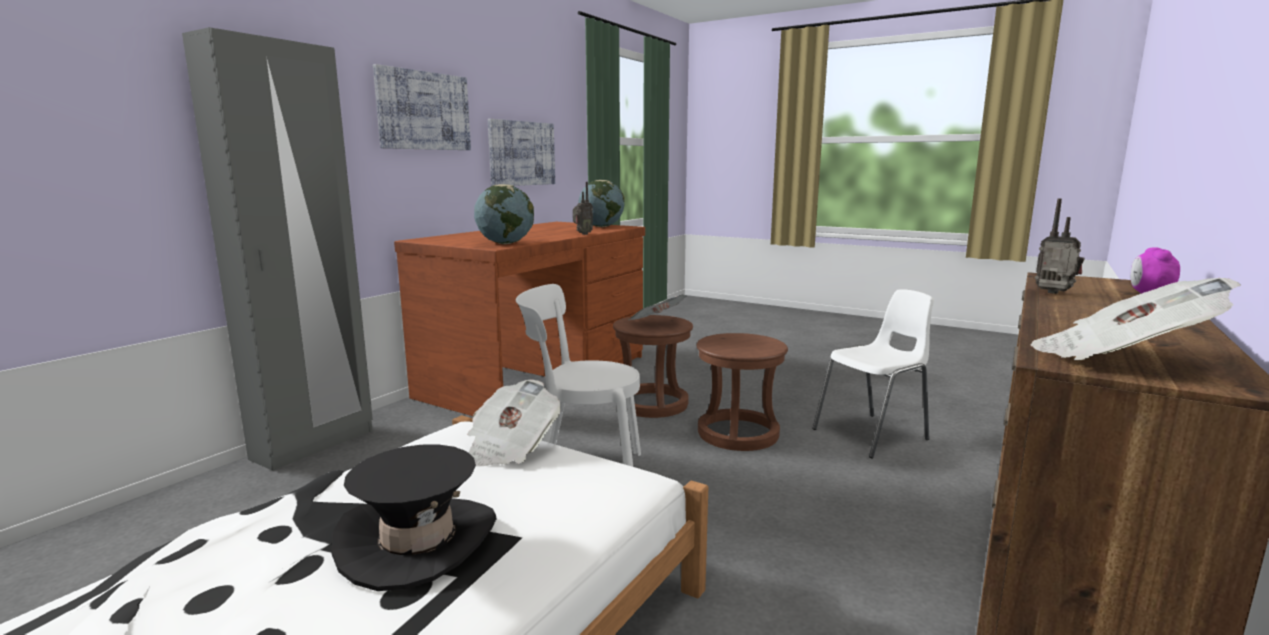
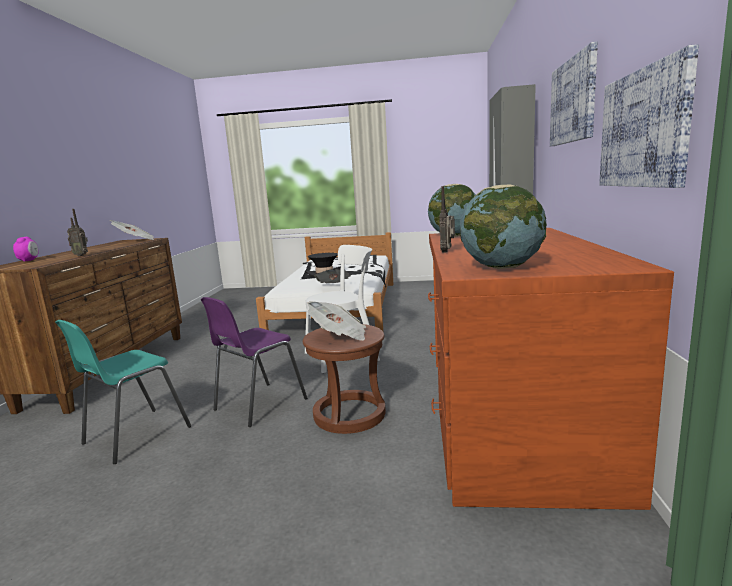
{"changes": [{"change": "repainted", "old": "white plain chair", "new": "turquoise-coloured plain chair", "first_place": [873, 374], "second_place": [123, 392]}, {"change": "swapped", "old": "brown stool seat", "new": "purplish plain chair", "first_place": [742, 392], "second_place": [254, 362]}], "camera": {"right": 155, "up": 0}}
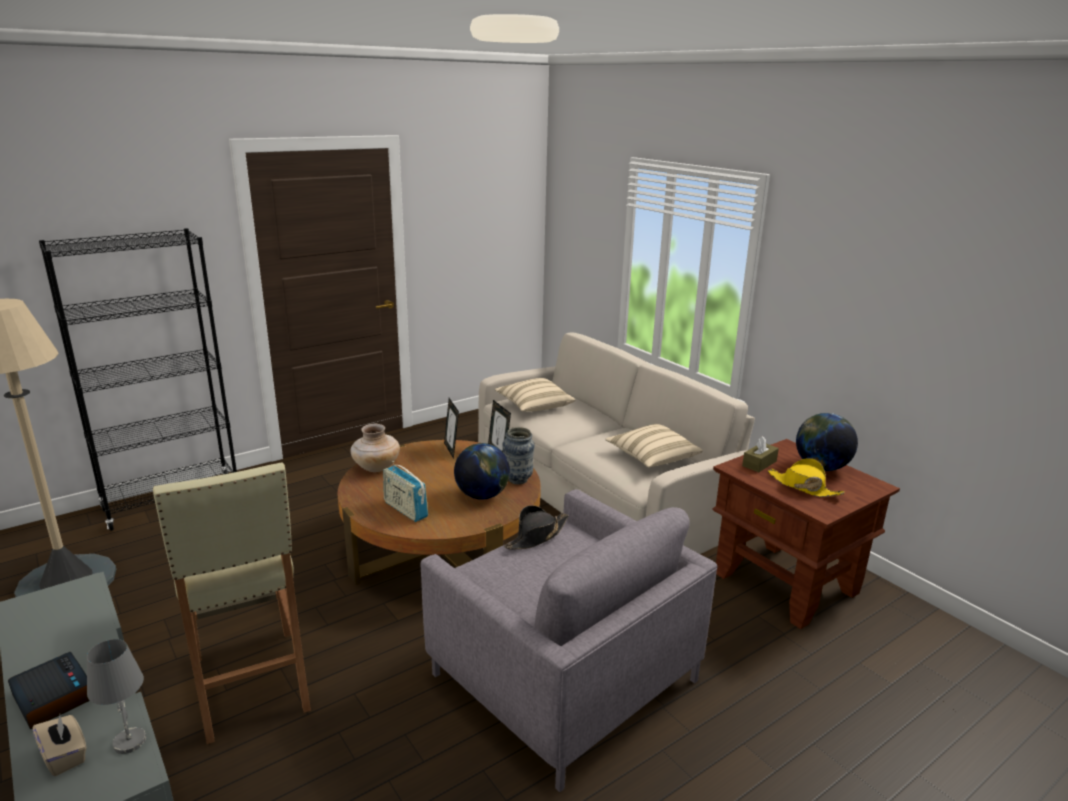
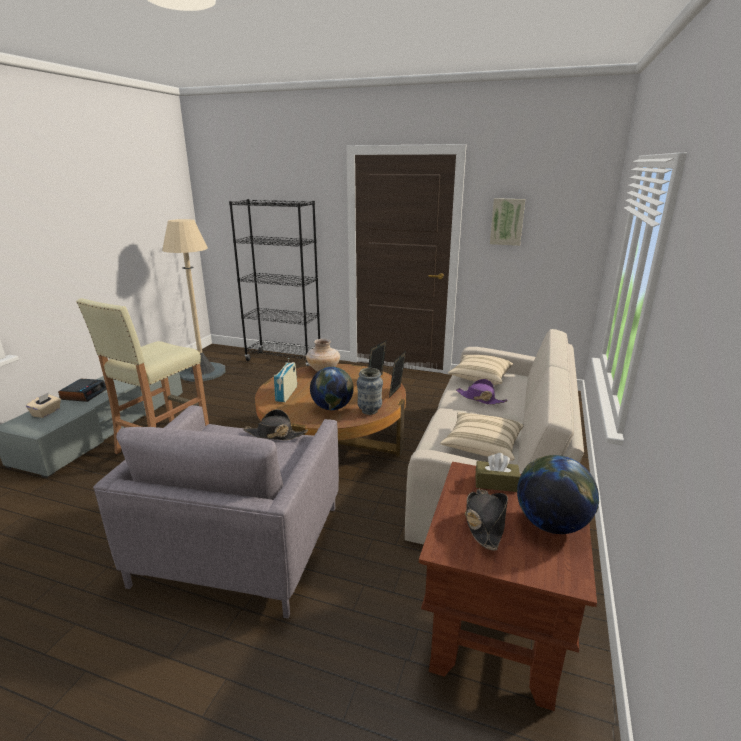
{"changes": [{"change": "repainted", "old": "yellowish wearable hat", "new": "blackish wearable hat", "first_place": [806, 477], "second_place": [486, 519]}, {"change": "gone", "old": "grey table lamp", "first_place": [116, 696]}, {"change": "new", "new": "wall art", "second_place": [507, 222]}, {"change": "new", "new": "purplish wearable hat", "second_place": [482, 392]}], "camera": {"right": 55, "up": 0}}
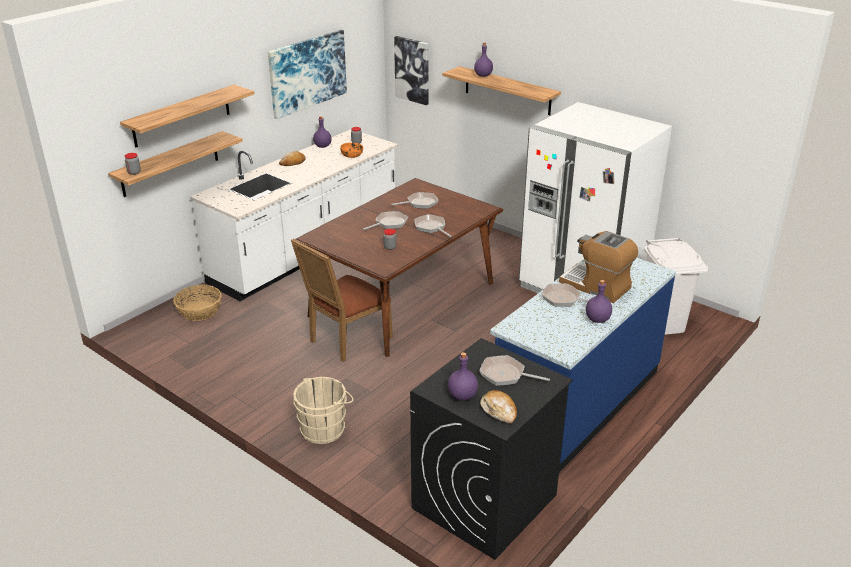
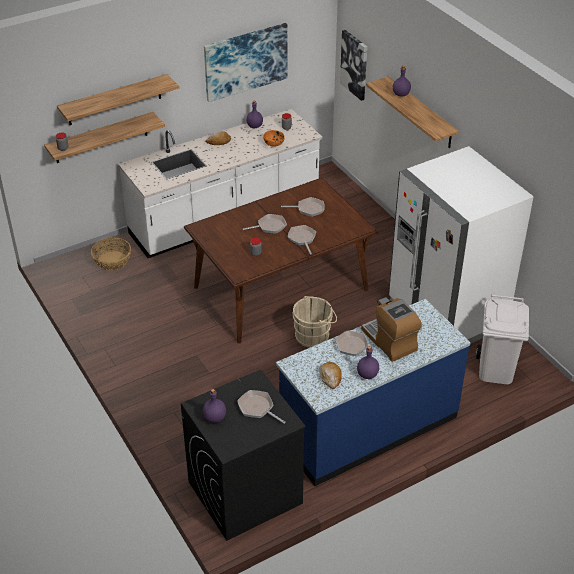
{"changes": [{"change": "gone", "old": "brown plain chair", "first_place": [342, 300]}, {"change": "shifted", "old": "beige bucket", "first_place": [323, 410], "second_place": [315, 322]}, {"change": "shifted", "old": "bread", "first_place": [498, 406], "second_place": [330, 375]}], "camera": {"right": 20, "up": 10}}
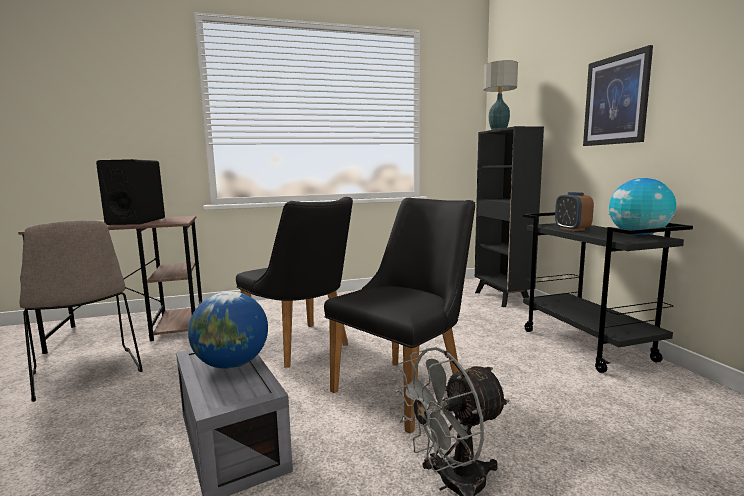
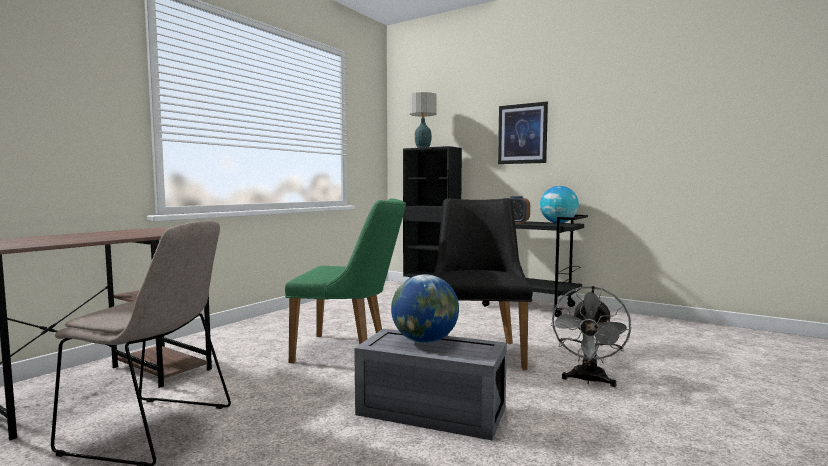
{"changes": [{"change": "gone", "old": "blackish loudspeaker", "first_place": [130, 192]}, {"change": "repainted", "old": "blackish plain chair", "new": "greenish plain chair", "first_place": [294, 282], "second_place": [345, 280]}], "camera": {"right": -40, "up": -5}}
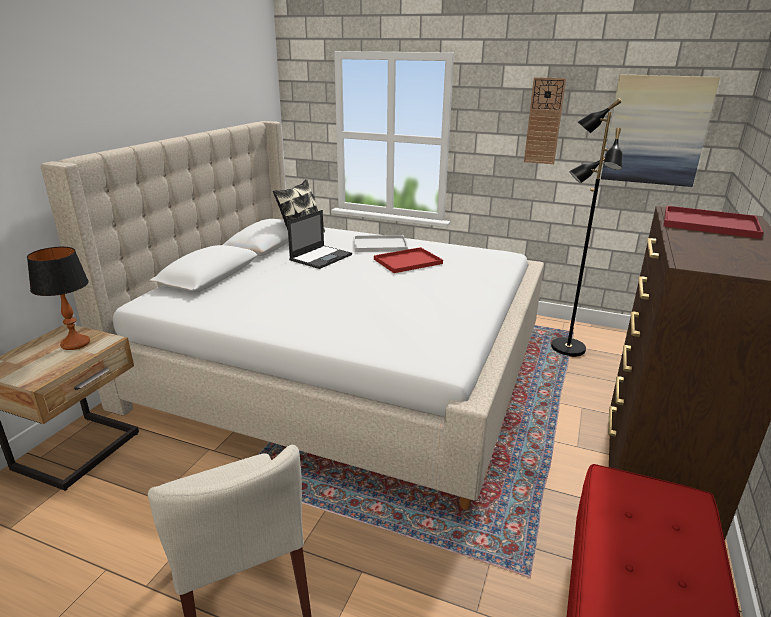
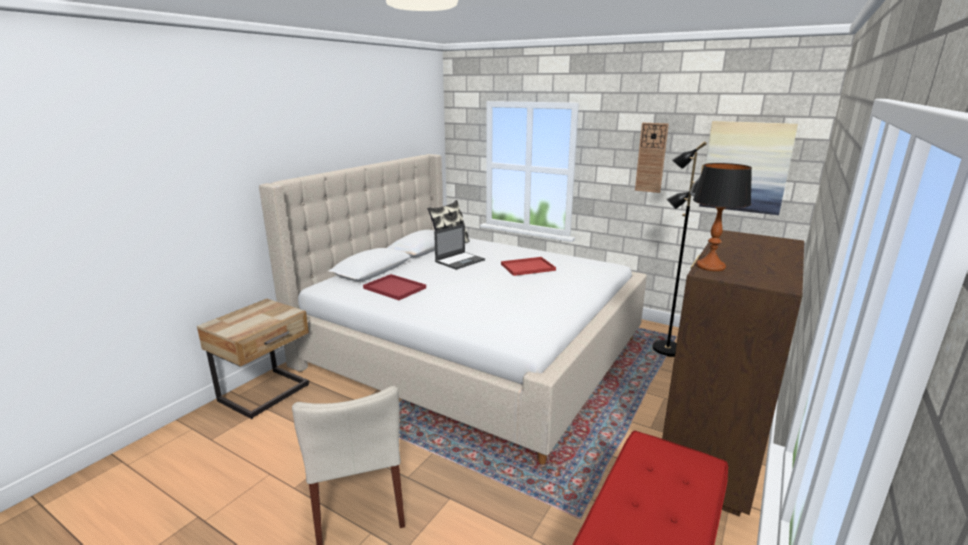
{"changes": [{"change": "shifted", "old": "reddish serving tray", "first_place": [713, 222], "second_place": [394, 287]}, {"change": "gone", "old": "white serving tray", "first_place": [381, 243]}, {"change": "shifted", "old": "table lamp", "first_place": [58, 298], "second_place": [722, 217]}], "camera": {"right": 10, "up": -5}}
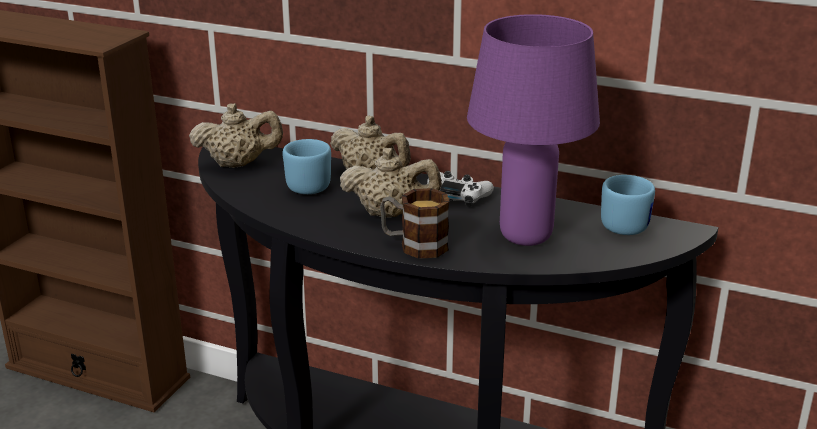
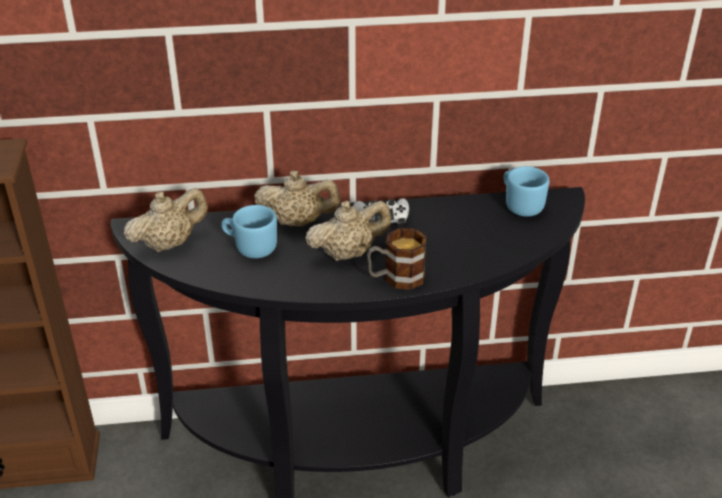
{"changes": [{"change": "gone", "old": "purplish table lamp", "first_place": [533, 130]}], "camera": {"right": -30, "up": 10}}
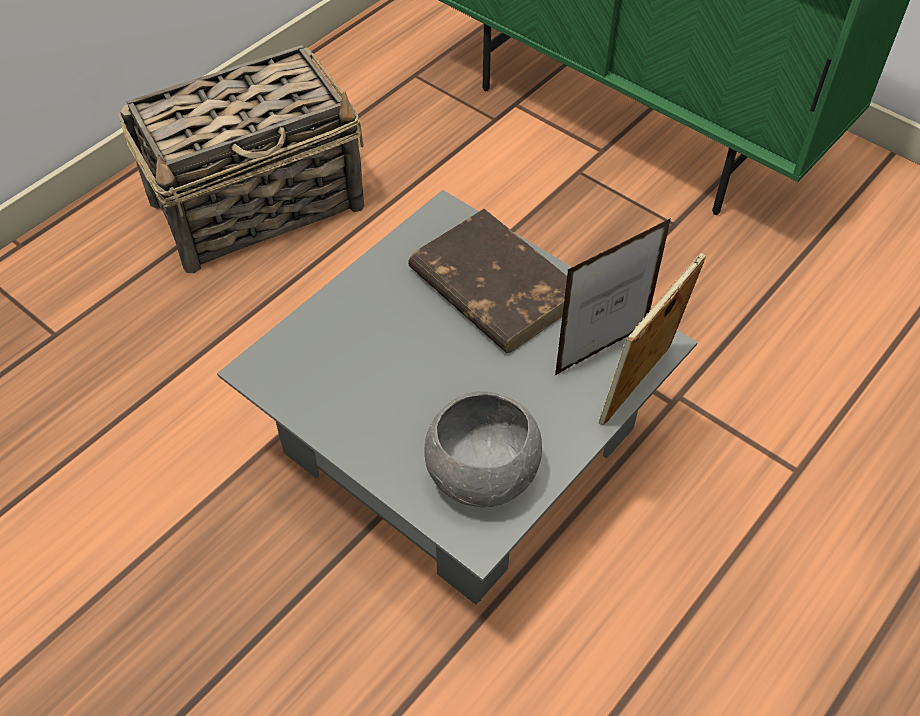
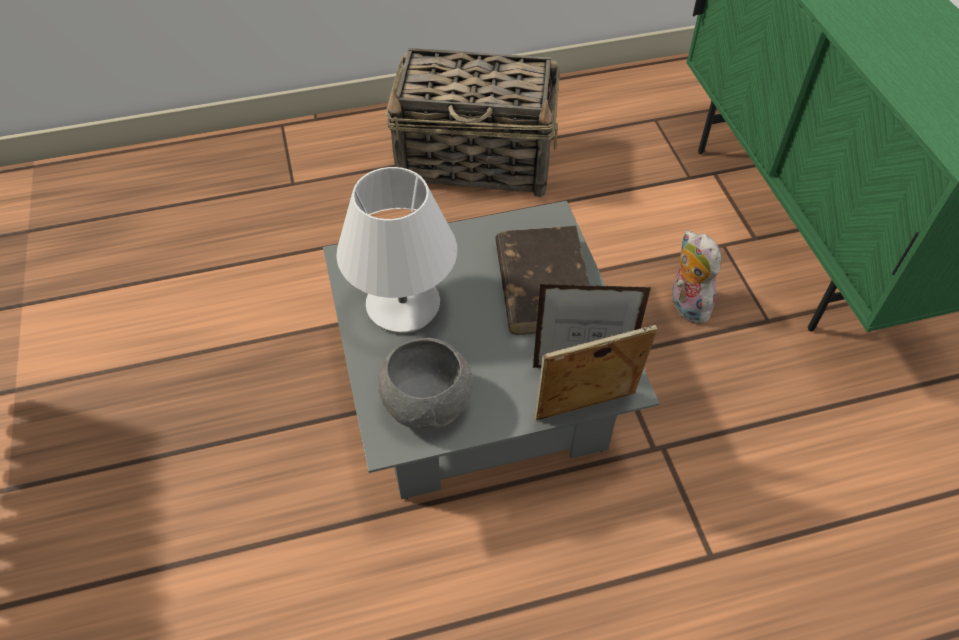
{"changes": [{"change": "new", "new": "white table lamp", "second_place": [396, 250]}, {"change": "new", "new": "soft toy", "second_place": [696, 277]}], "camera": {"right": 35, "up": 0}}
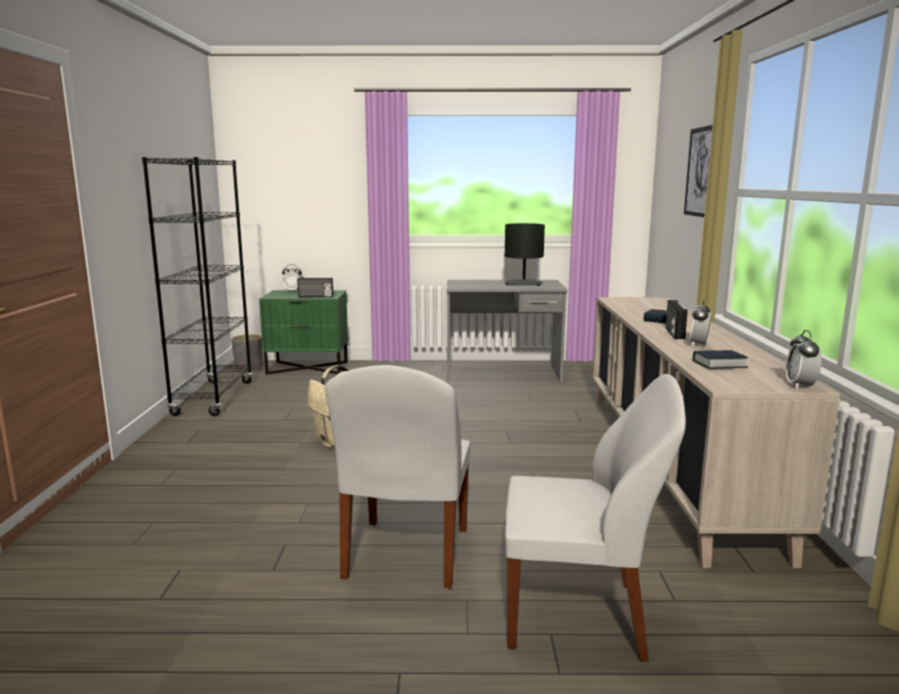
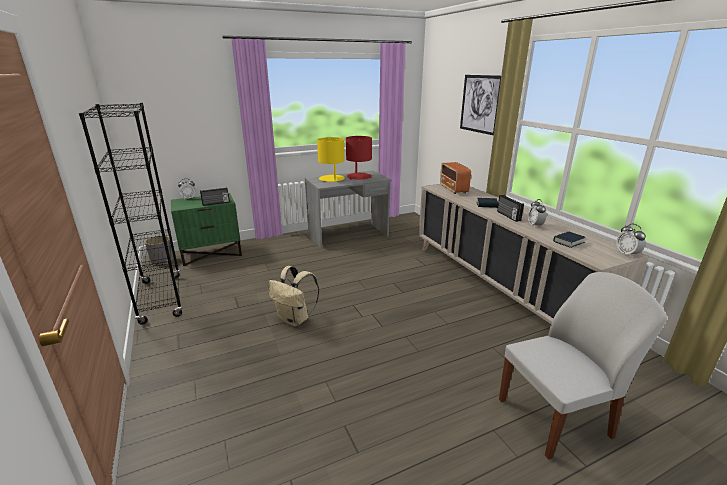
{"changes": [{"change": "repainted", "old": "blackish table lamp", "new": "reddish table lamp", "first_place": [524, 254], "second_place": [359, 157]}, {"change": "gone", "old": "white plain chair", "first_place": [397, 476]}, {"change": "new", "new": "yellowish table lamp", "second_place": [331, 159]}, {"change": "new", "new": "radio receiver", "second_place": [455, 178]}], "camera": {"right": -25, "up": 10}}
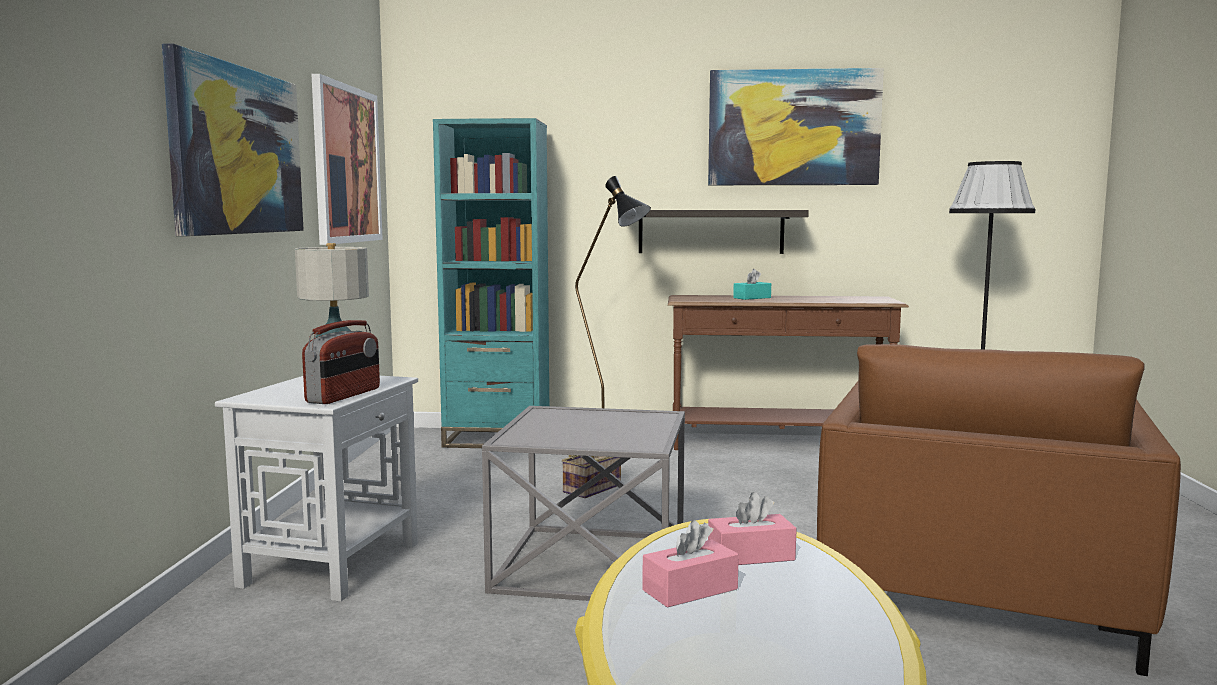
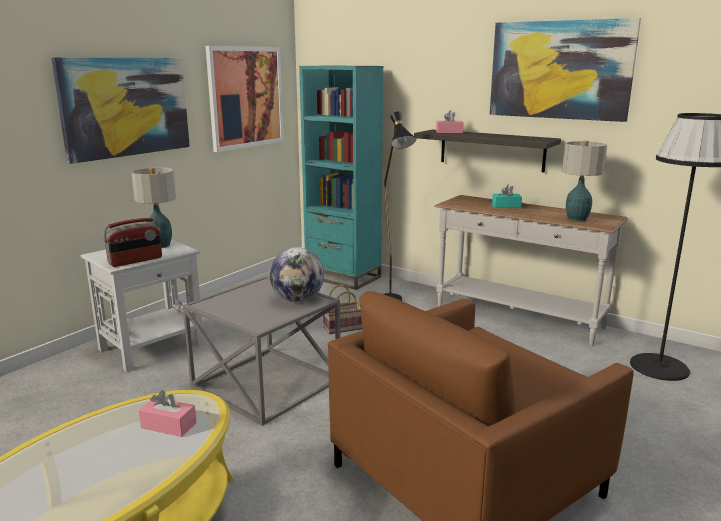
{"changes": [{"change": "repainted", "old": "brown console table", "new": "white console table", "first_place": [788, 372], "second_place": [531, 270]}, {"change": "shifted", "old": "pinkish box of tissues", "first_place": [690, 563], "second_place": [450, 121]}, {"change": "new", "new": "table lamp", "second_place": [584, 181]}, {"change": "new", "new": "globe", "second_place": [297, 274]}], "camera": {"right": 30, "up": 10}}
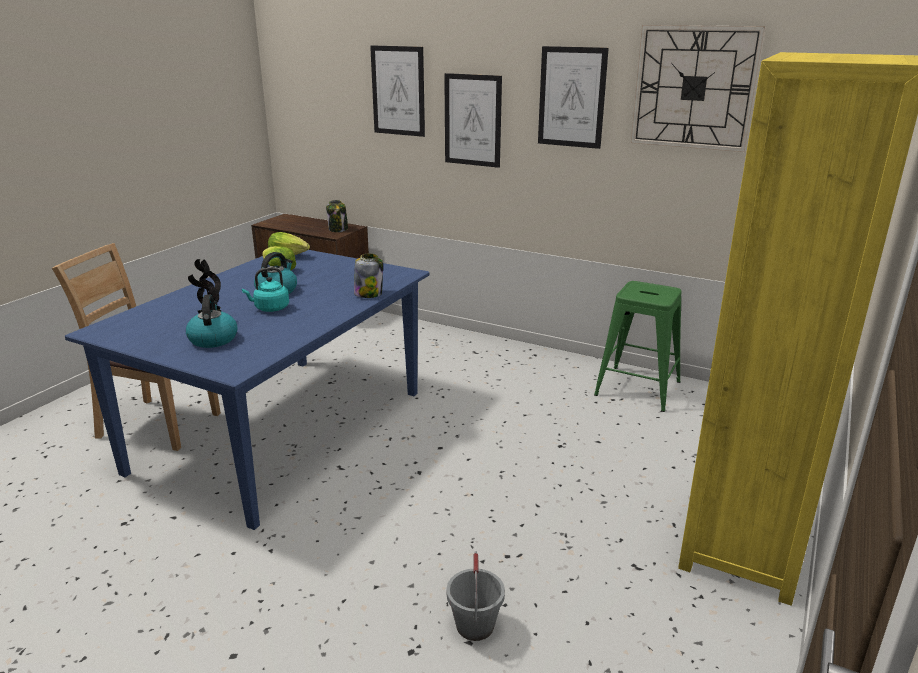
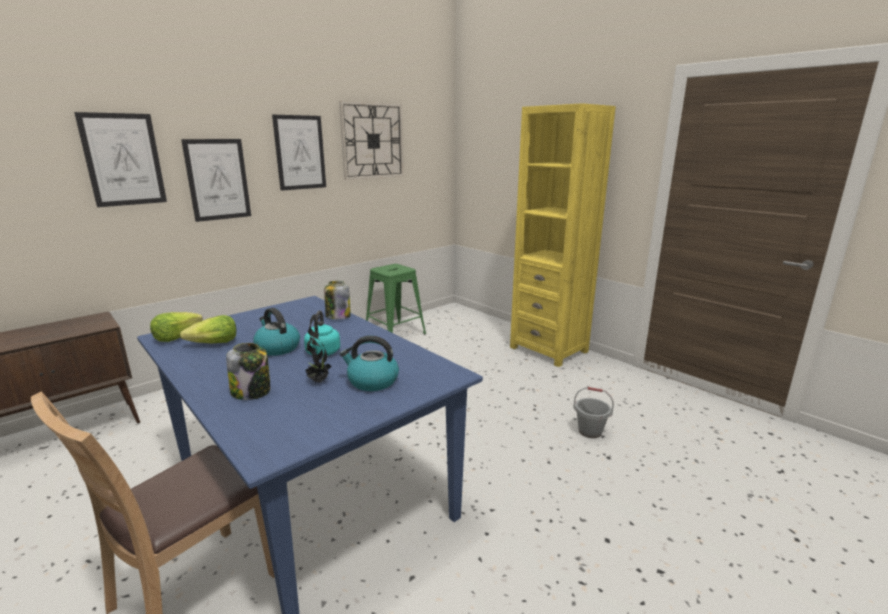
{"changes": [{"change": "shifted", "old": "jar", "first_place": [337, 216], "second_place": [248, 371]}], "camera": {"right": -70, "up": -5}}
